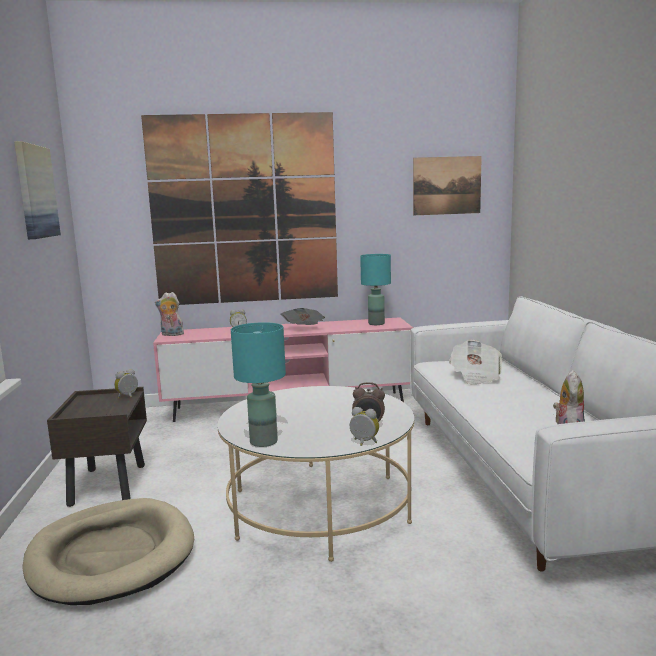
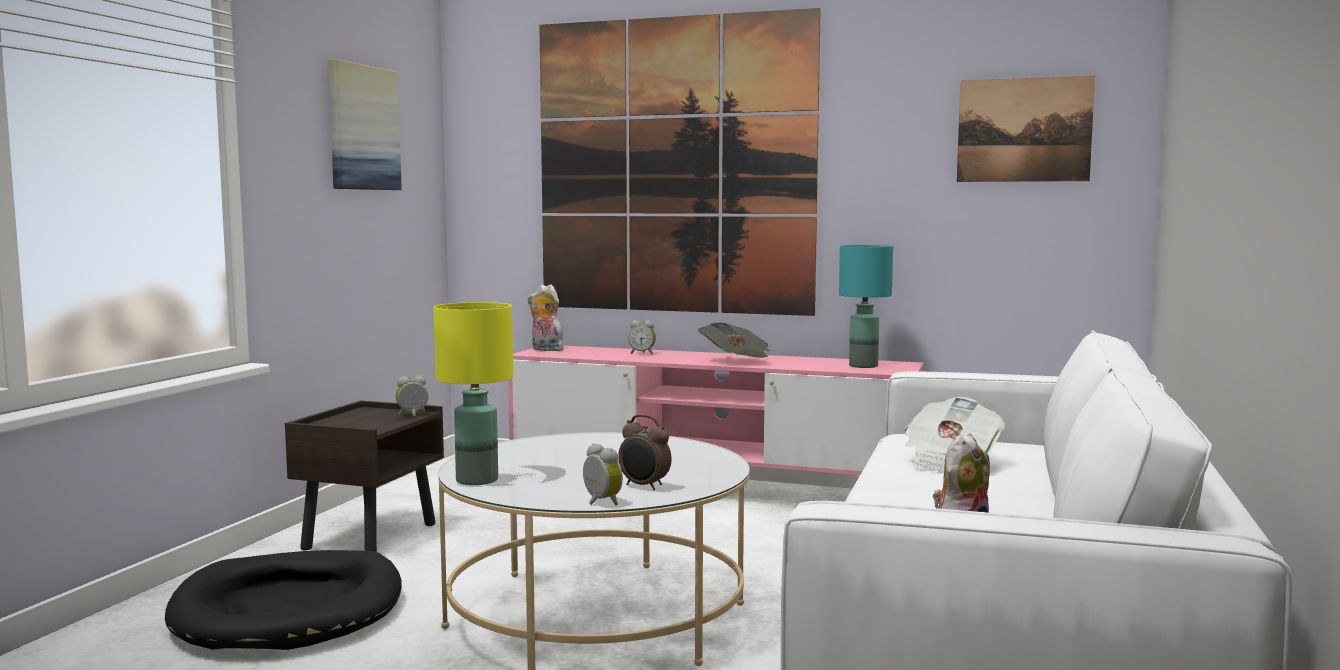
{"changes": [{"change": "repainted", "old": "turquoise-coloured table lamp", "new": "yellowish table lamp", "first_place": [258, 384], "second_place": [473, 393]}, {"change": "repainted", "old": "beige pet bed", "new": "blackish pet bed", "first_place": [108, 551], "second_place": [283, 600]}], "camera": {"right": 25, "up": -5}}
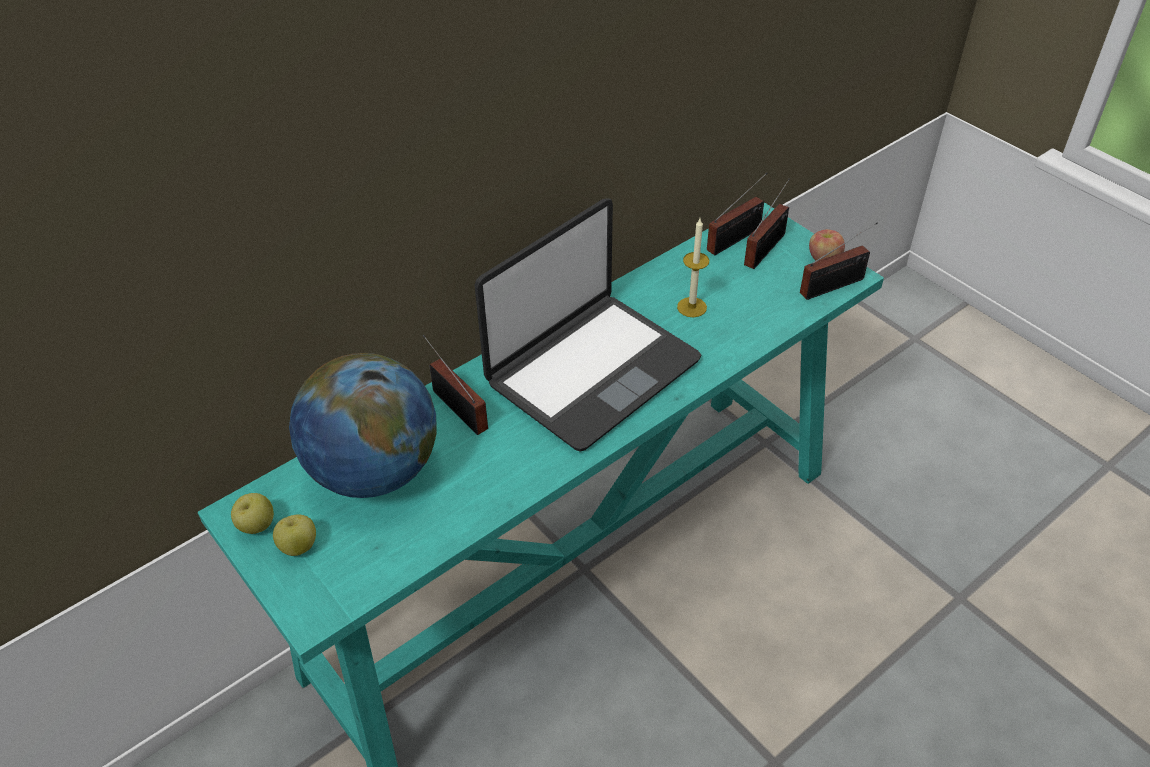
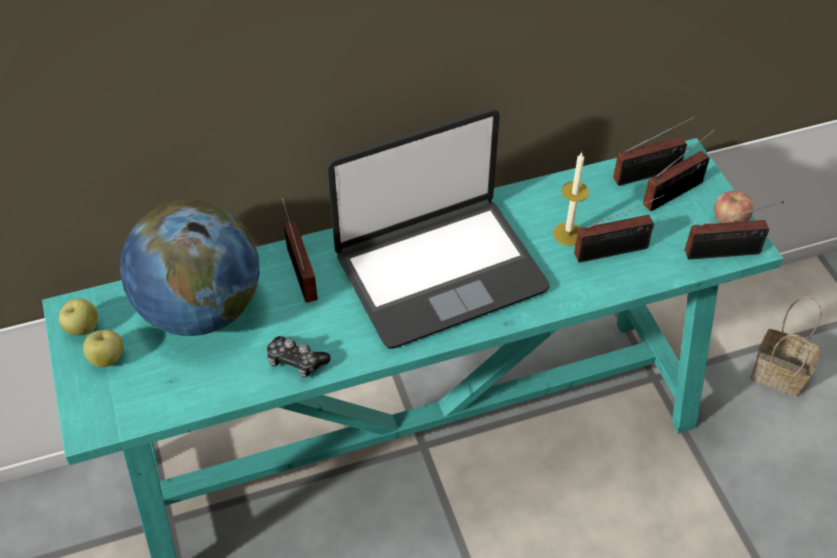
{"changes": [{"change": "new", "new": "radio receiver", "second_place": [619, 229]}, {"change": "new", "new": "storage basket", "second_place": [786, 347]}, {"change": "new", "new": "gamepad", "second_place": [299, 357]}], "camera": {"right": 20, "up": 5}}
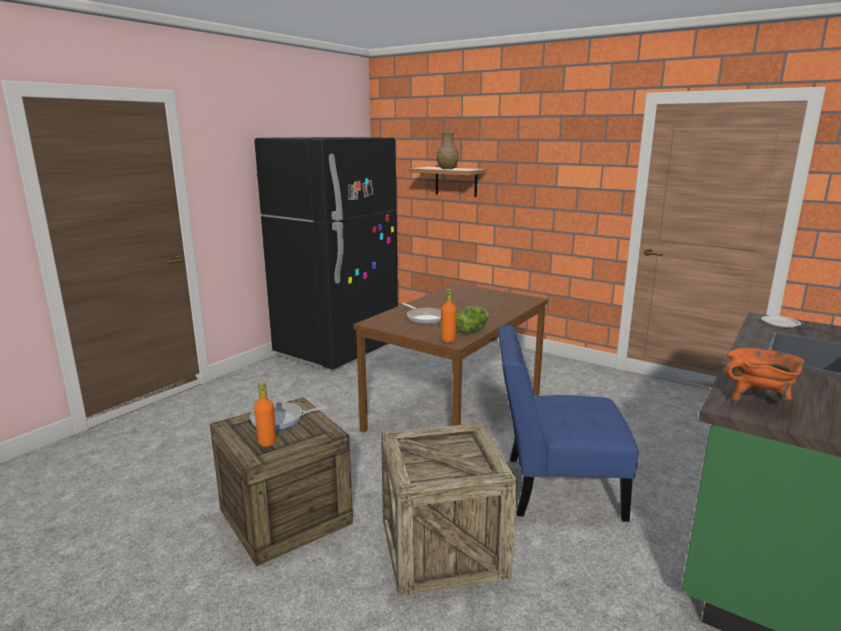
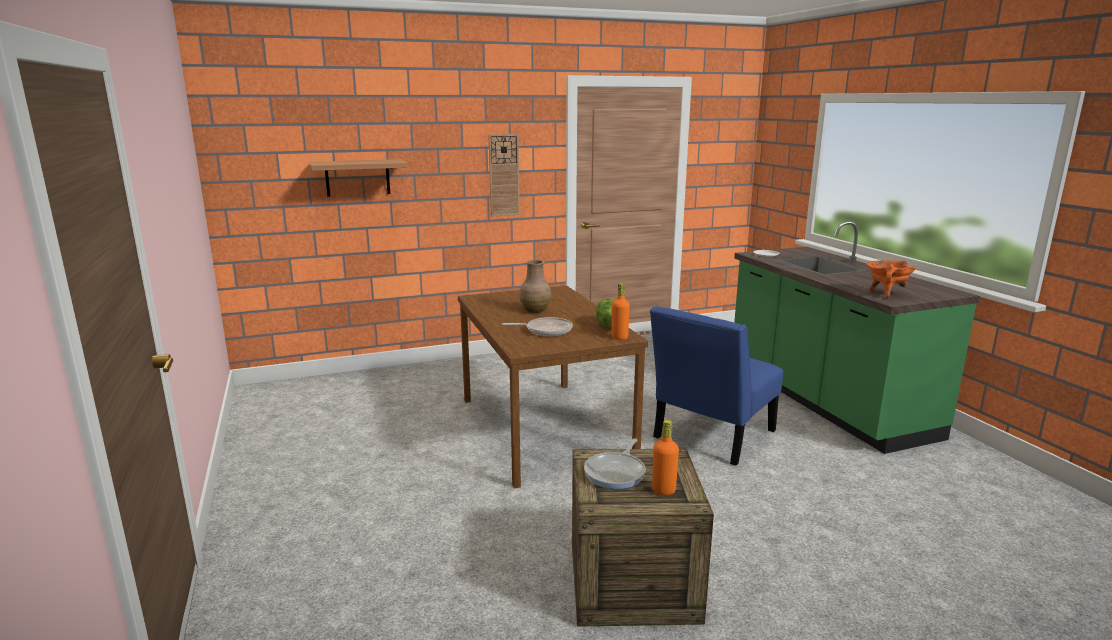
{"changes": [{"change": "shifted", "old": "brown decorative vase", "first_place": [447, 150], "second_place": [535, 286]}, {"change": "gone", "old": "blackish fridge", "first_place": [326, 253]}, {"change": "gone", "old": "packing crate", "first_place": [449, 509]}, {"change": "new", "new": "clock on the wall", "second_place": [504, 175]}], "camera": {"right": -55, "up": 0}}
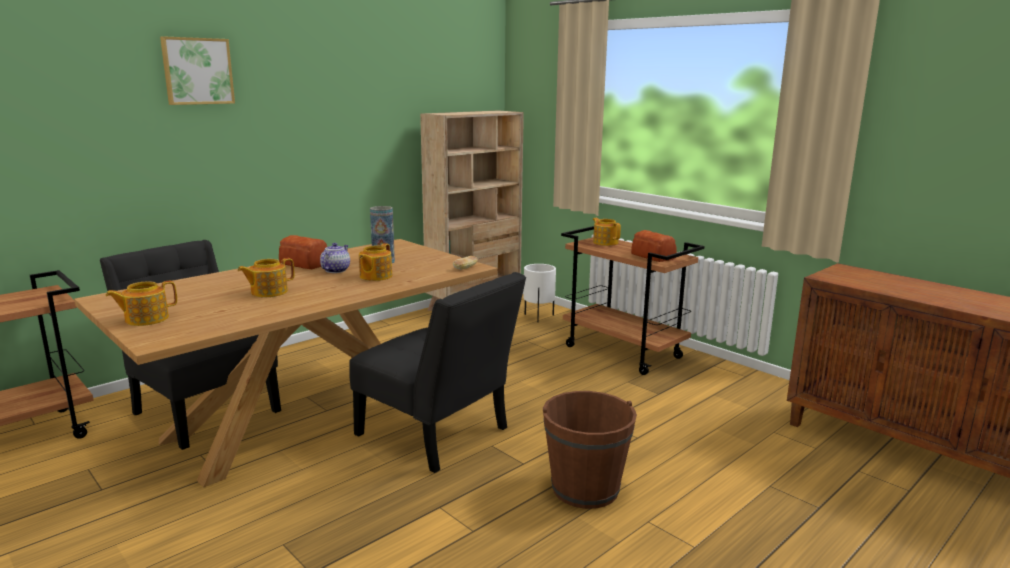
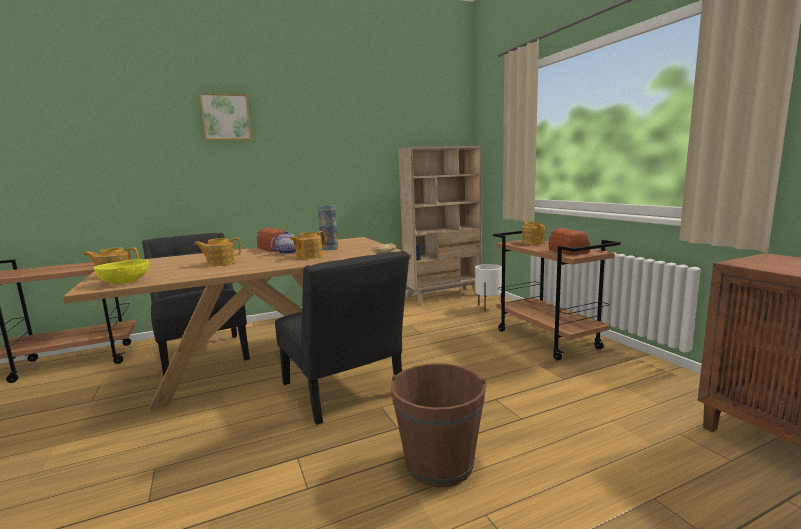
{"changes": [{"change": "new", "new": "yellowish bowl", "second_place": [121, 271]}], "camera": {"right": 20, "up": -5}}
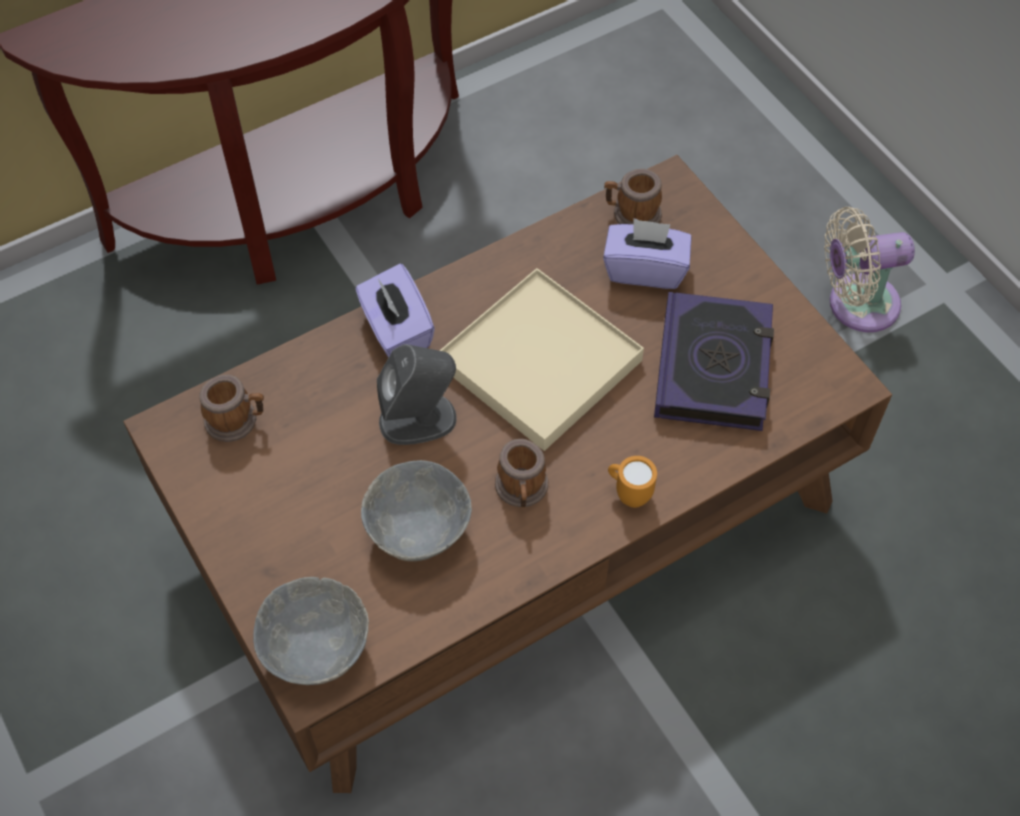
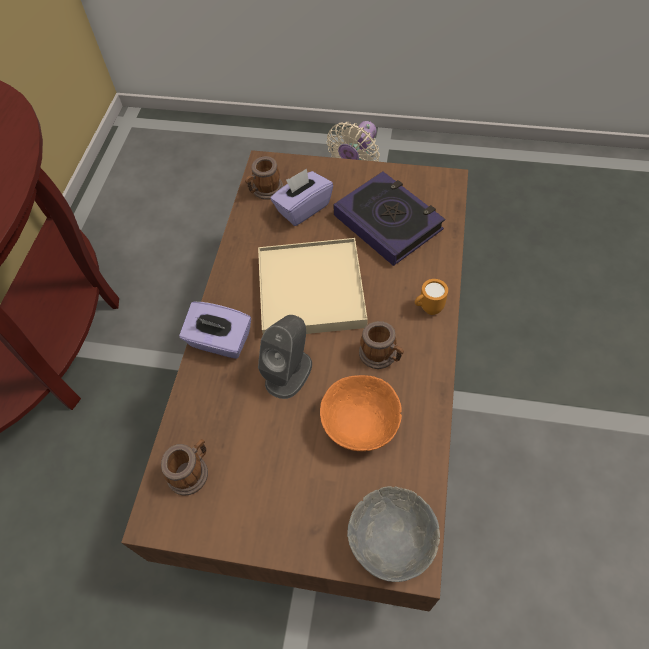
{"changes": [{"change": "repainted", "old": "grey bowl", "new": "orange-coloured bowl", "first_place": [416, 510], "second_place": [361, 413]}], "camera": {"right": -45, "up": 0}}
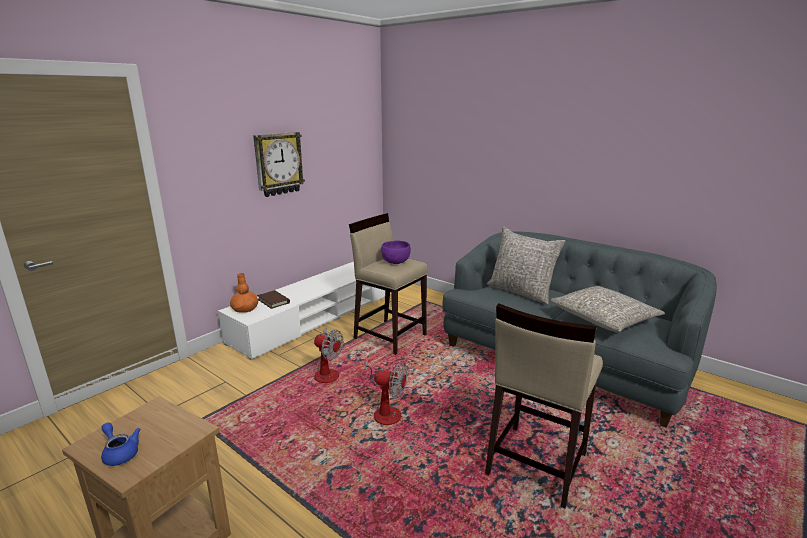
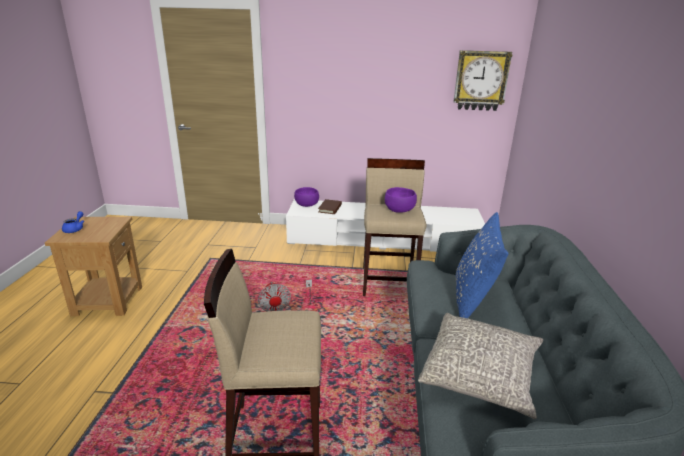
{"changes": [{"change": "shifted", "old": "clock on the wall", "first_place": [279, 164], "second_place": [483, 80]}, {"change": "repainted", "old": "grey throw pillow", "new": "bluish throw pillow", "first_place": [526, 266], "second_place": [482, 265]}, {"change": "swapped", "old": "orange-coloured decorative vase", "new": "purplish bowl", "first_place": [244, 293], "second_place": [306, 197]}, {"change": "gone", "old": "cooling fan", "first_place": [328, 355]}], "camera": {"right": 55, "up": 5}}
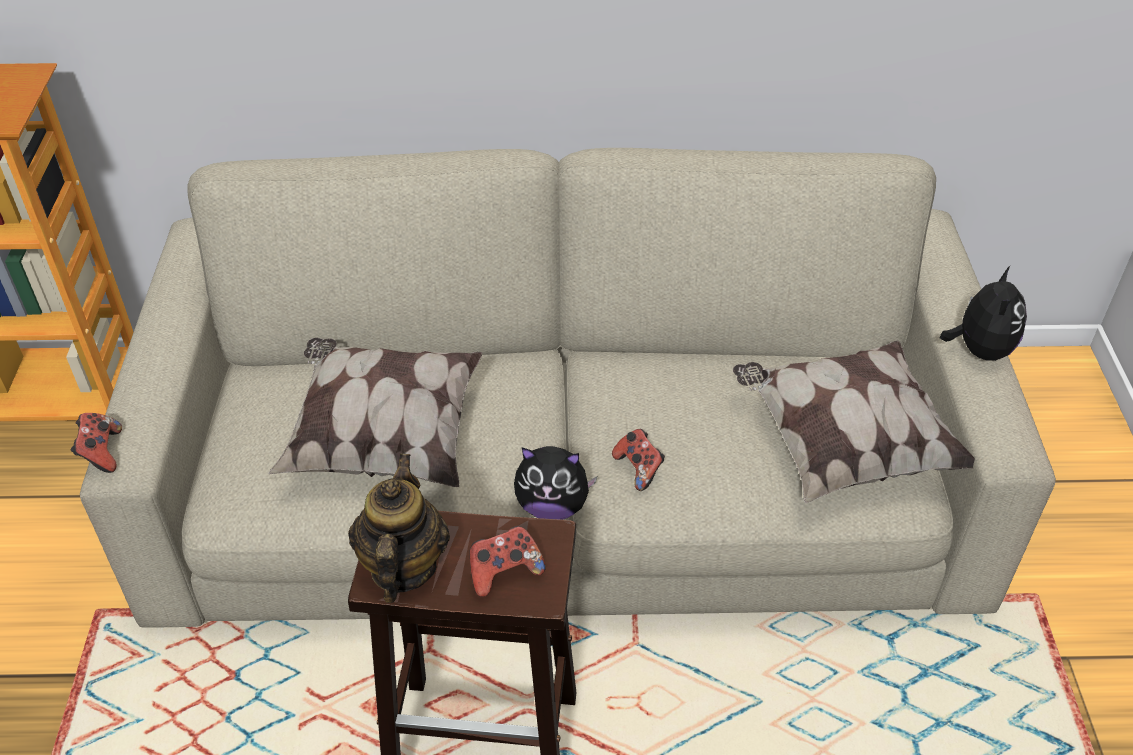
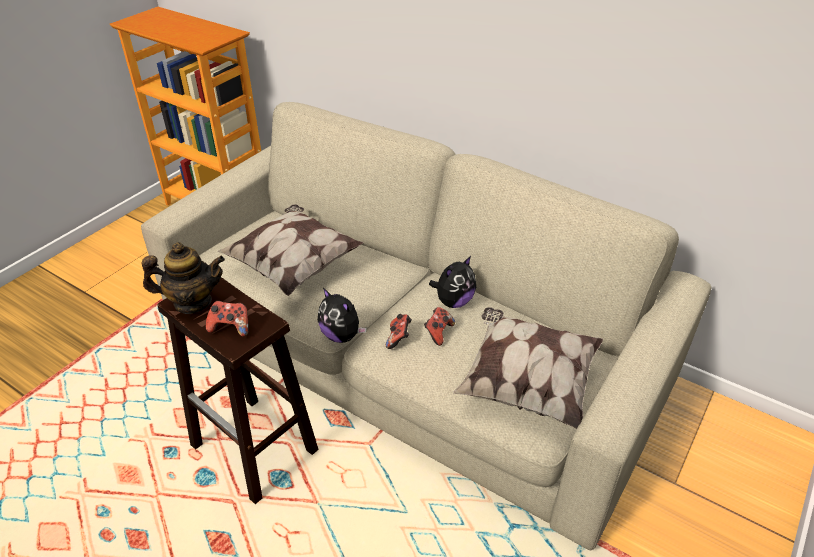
{"changes": [{"change": "shifted", "old": "soft toy", "first_place": [983, 313], "second_place": [452, 282]}, {"change": "shifted", "old": "gamepad", "first_place": [96, 443], "second_place": [439, 326]}, {"change": "rotated", "old": "teapot", "first_place": [399, 528], "second_place": [183, 278], "degrees": 45}], "camera": {"right": 35, "up": -5}}
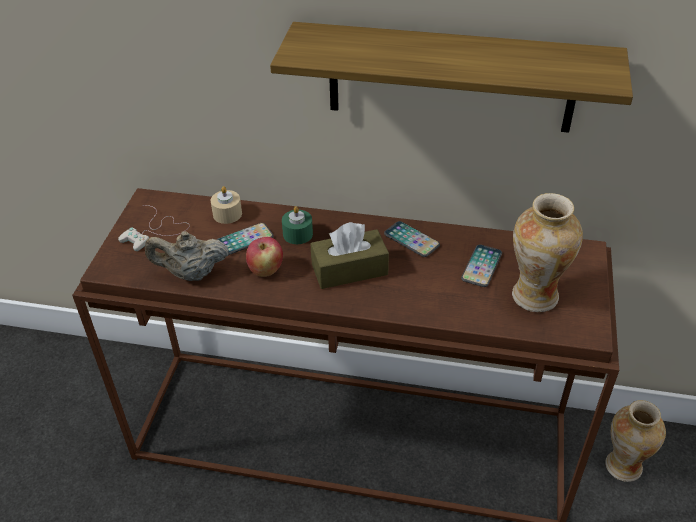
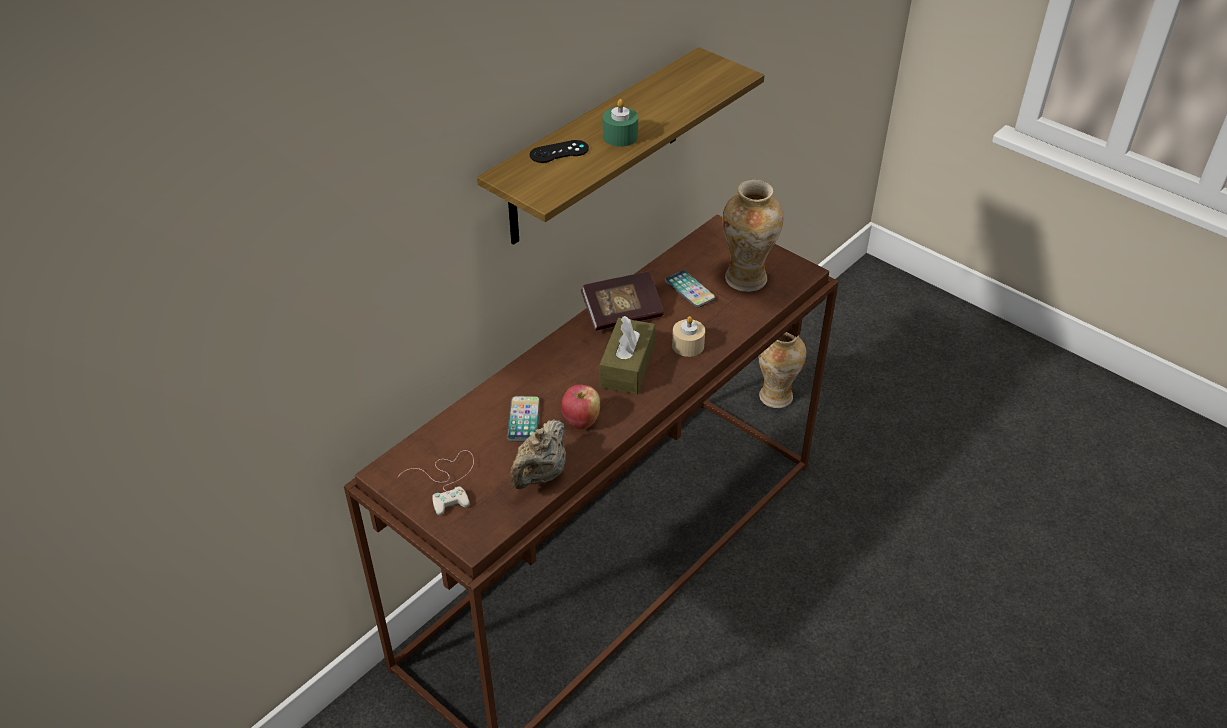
{"changes": [{"change": "shifted", "old": "beige candle", "first_place": [226, 205], "second_place": [688, 336]}, {"change": "shifted", "old": "greenish candle", "first_place": [297, 225], "second_place": [620, 123]}, {"change": "swapped", "old": "telephone", "new": "book", "first_place": [412, 239], "second_place": [622, 301]}, {"change": "new", "new": "blackish gamepad", "second_place": [559, 151]}], "camera": {"right": -60, "up": 0}}
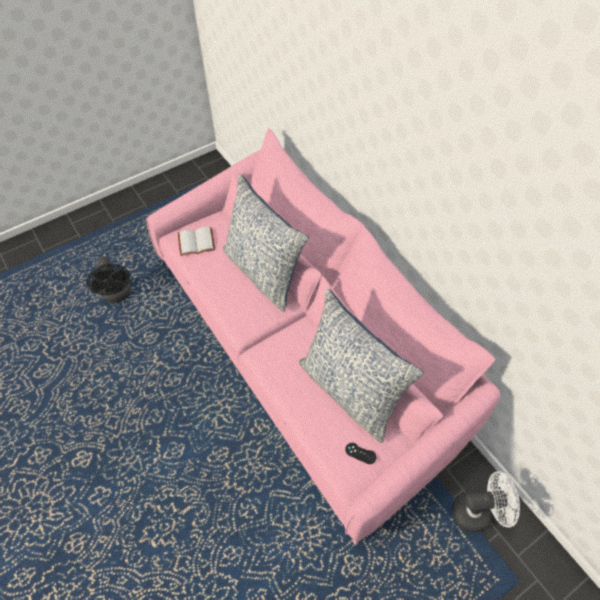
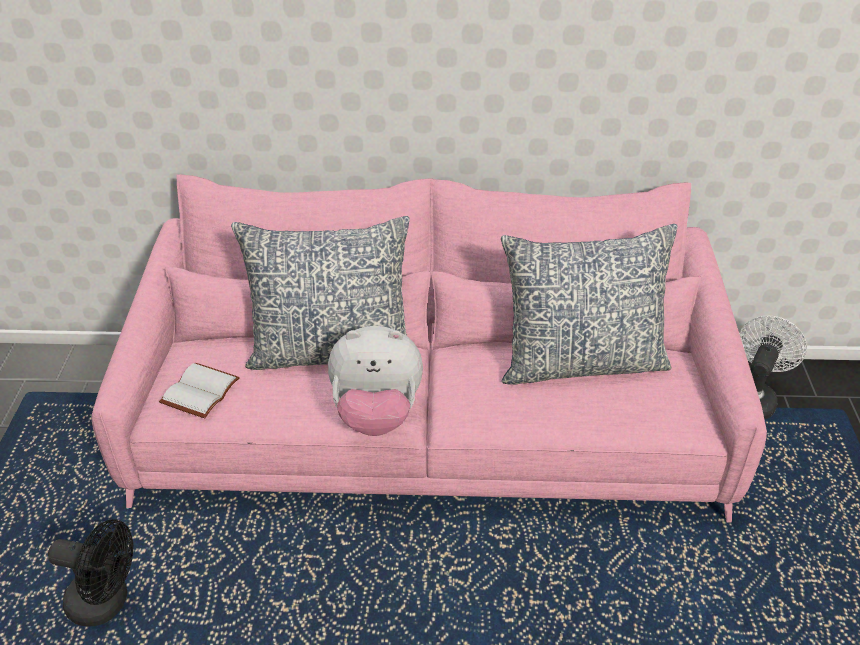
{"changes": [{"change": "gone", "old": "blackish gamepad", "first_place": [360, 453]}, {"change": "new", "new": "soft toy", "second_place": [375, 381]}], "camera": {"right": -55, "up": -15}}
